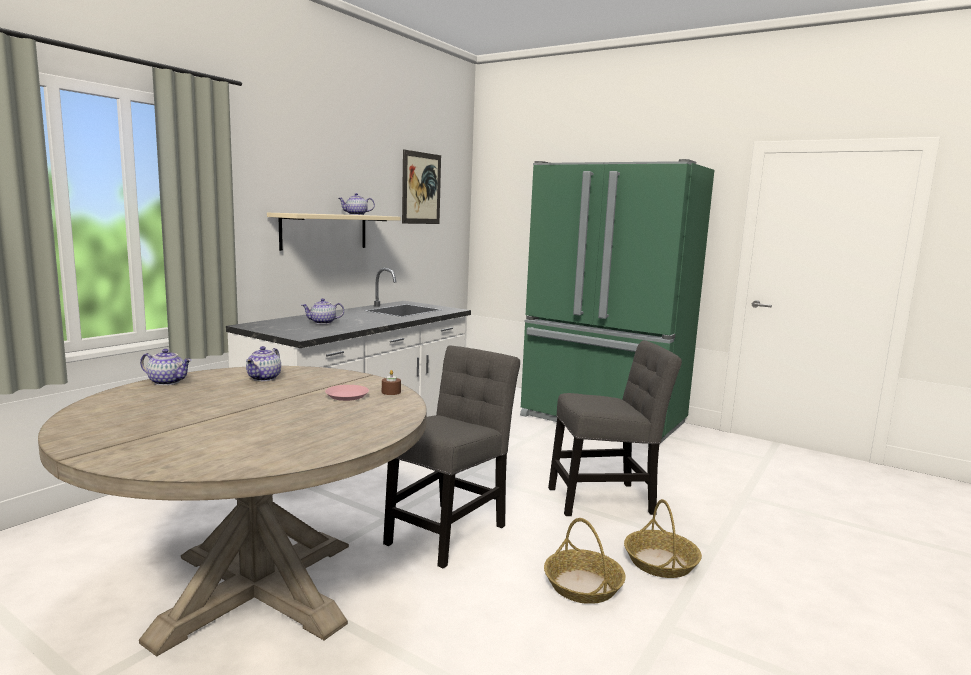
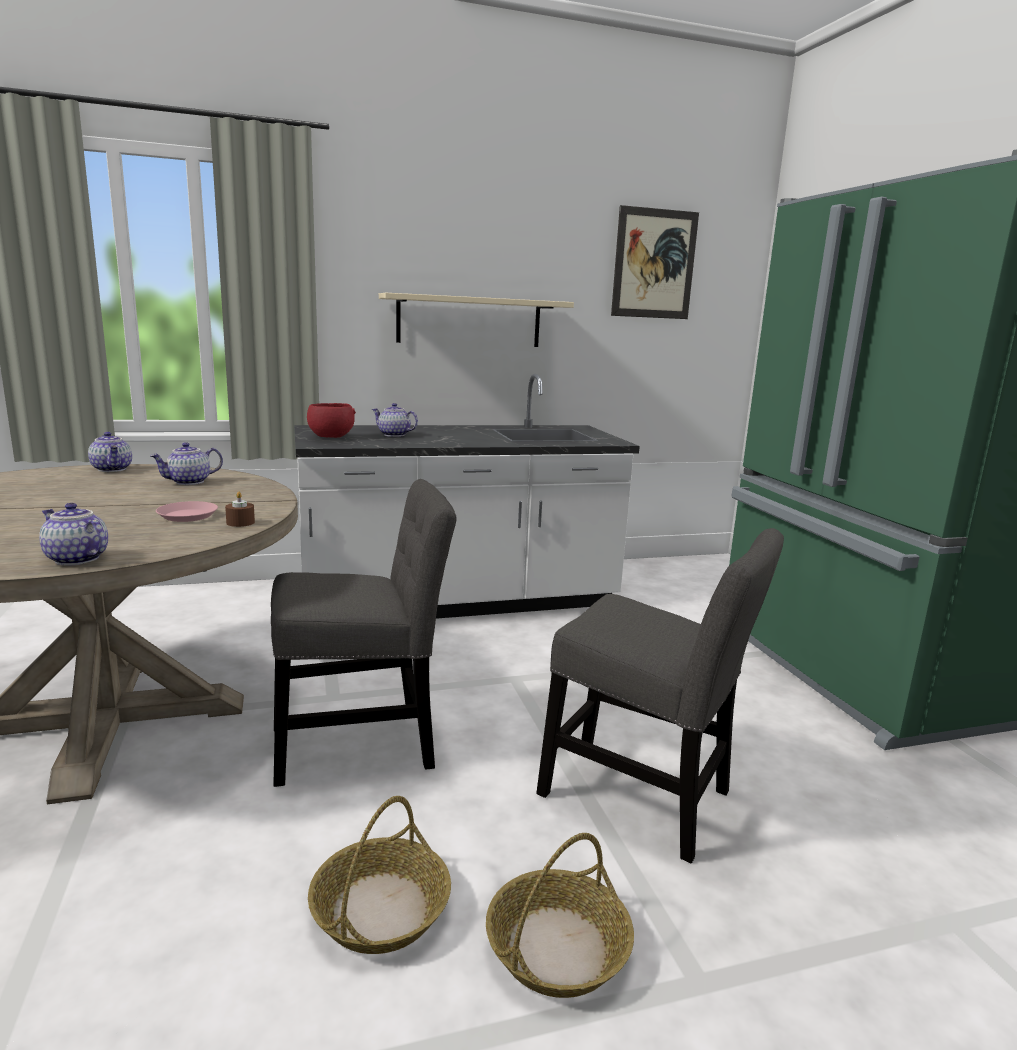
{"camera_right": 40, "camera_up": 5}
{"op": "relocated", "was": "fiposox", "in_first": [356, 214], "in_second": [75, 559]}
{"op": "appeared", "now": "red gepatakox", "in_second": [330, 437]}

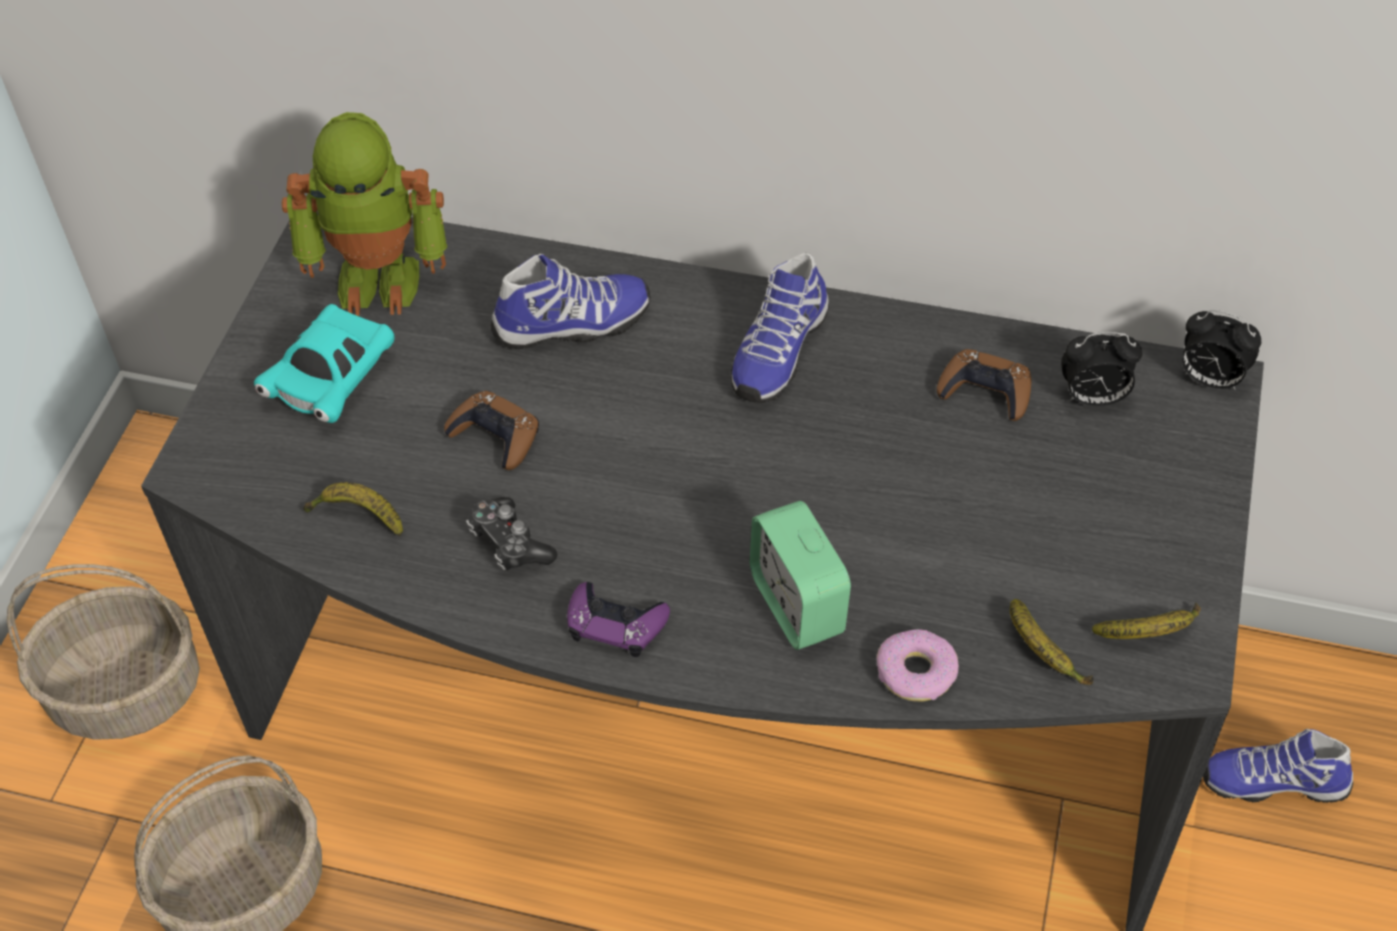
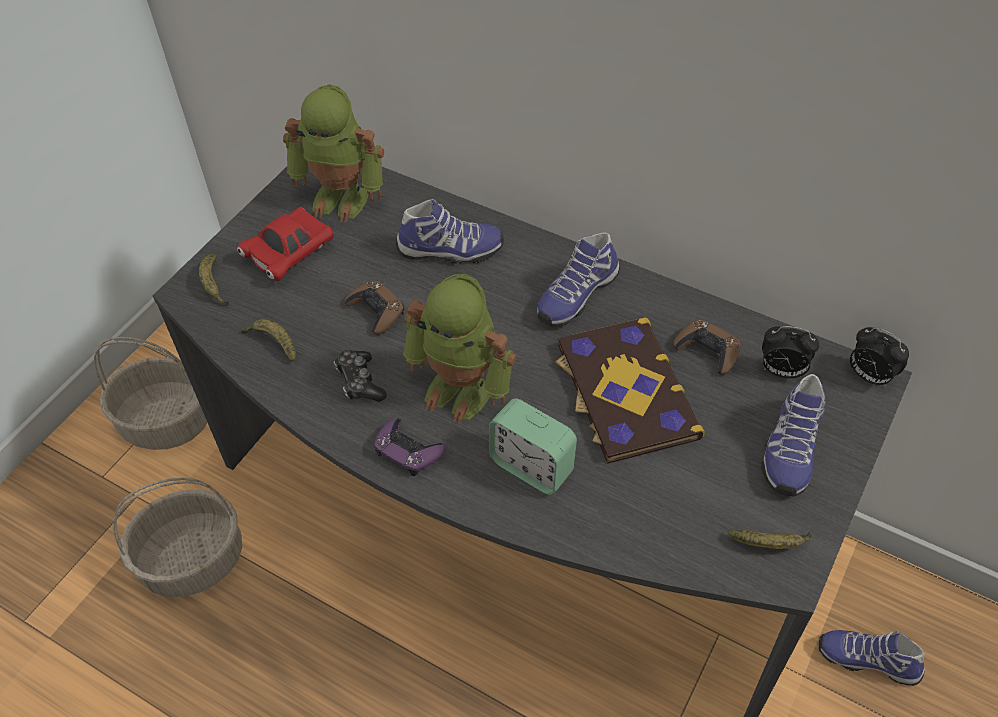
{"camera_right": 15, "camera_up": 0}
{"op": "colour", "was": "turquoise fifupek", "now": "red fifupek", "in_first": [332, 379], "in_second": [289, 254]}
{"op": "spun", "was": "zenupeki", "in_first": [798, 605], "in_second": [532, 466], "clockwise": -45}
{"op": "missing", "was": "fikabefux", "in_first": [916, 673]}
{"op": "relocated", "was": "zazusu", "in_first": [1042, 652], "in_second": [214, 285]}
{"op": "appeared", "now": "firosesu", "in_second": [462, 388]}
{"op": "appeared", "now": "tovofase", "in_second": [624, 392]}
{"op": "appeared", "now": "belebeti", "in_second": [789, 448]}

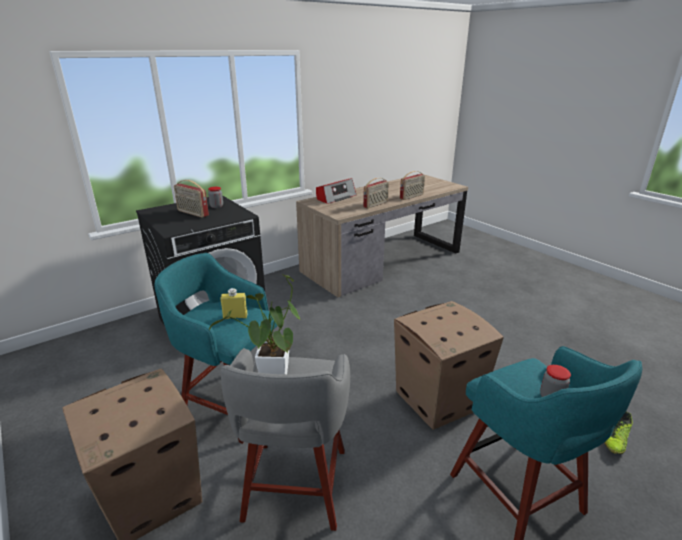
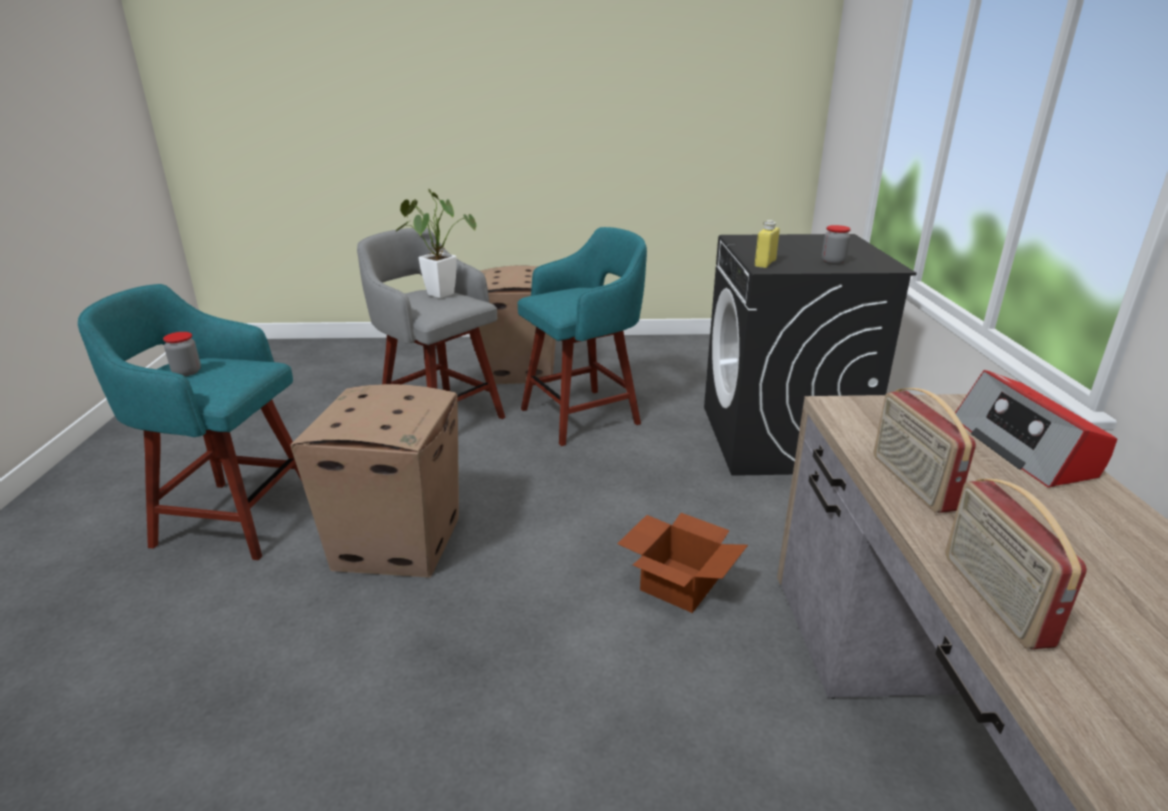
{"camera_right": 125, "camera_up": 0}
{"op": "missing", "was": "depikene", "in_first": [192, 213]}
{"op": "relocated", "was": "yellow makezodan", "in_first": [235, 316], "in_second": [765, 263]}
{"op": "missing", "was": "belebeti", "in_first": [616, 439]}
{"op": "appeared", "now": "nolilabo", "in_second": [678, 583]}

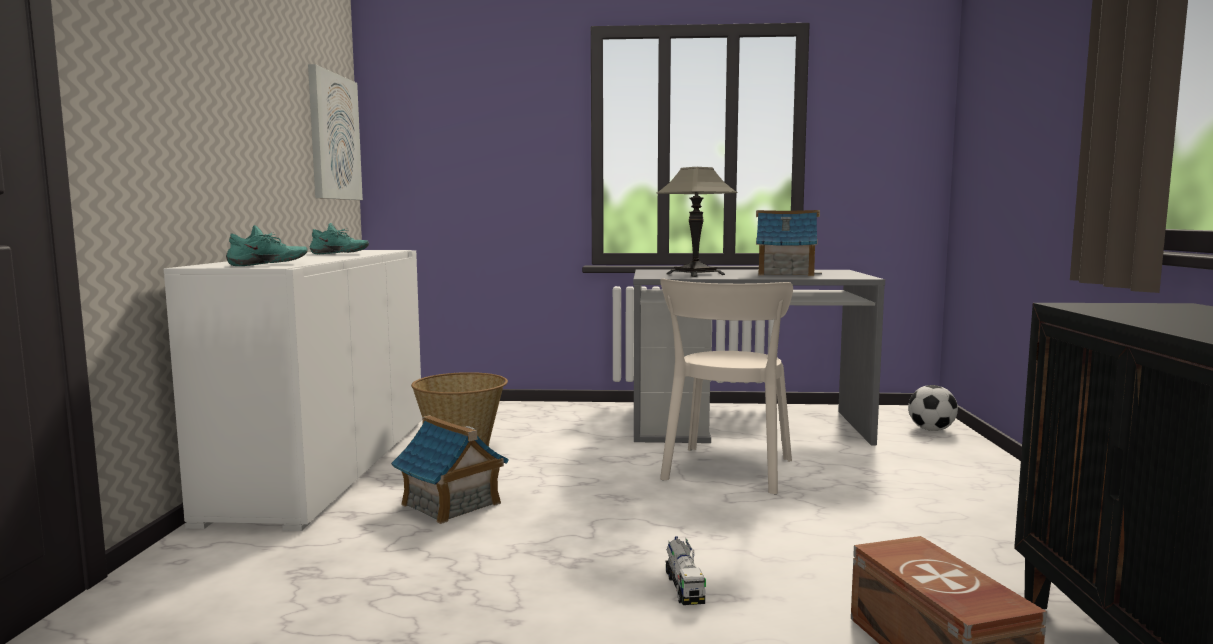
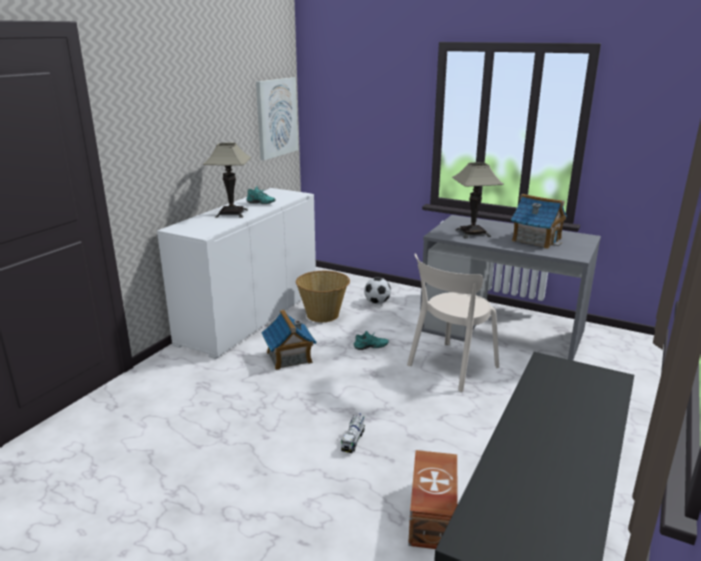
{"camera_right": 25, "camera_up": 15}
{"op": "relocated", "was": "turquoise belebeti", "in_first": [268, 265], "in_second": [371, 348]}
{"op": "relocated", "was": "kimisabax", "in_first": [931, 430], "in_second": [377, 302]}
{"op": "appeared", "now": "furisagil", "in_second": [231, 213]}

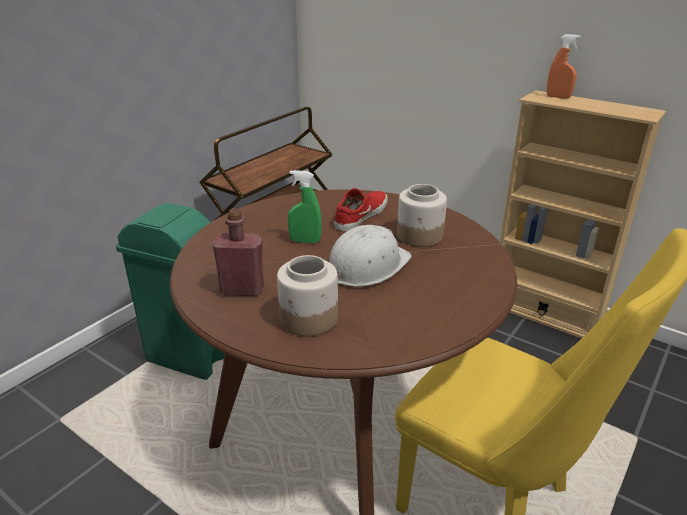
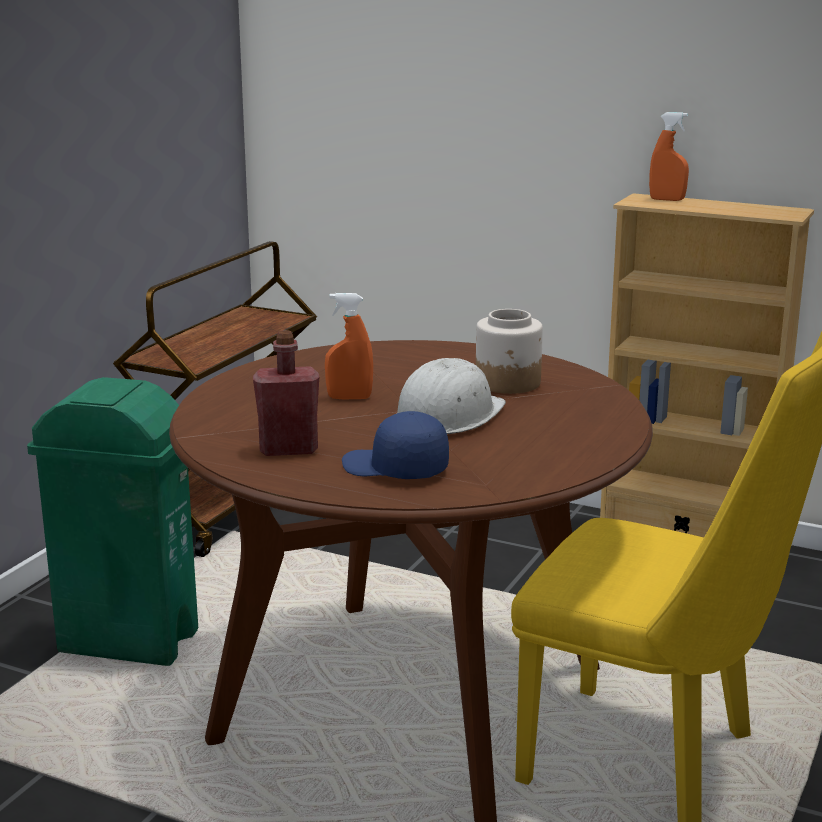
{"camera_right": -10, "camera_up": -10}
{"op": "exchanged", "was": "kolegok", "now": "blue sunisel", "in_first": [309, 319], "in_second": [394, 469]}
{"op": "colour", "was": "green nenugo", "now": "orange nenugo", "in_first": [305, 241], "in_second": [349, 398]}
{"op": "missing", "was": "red belebeti", "in_first": [360, 215]}

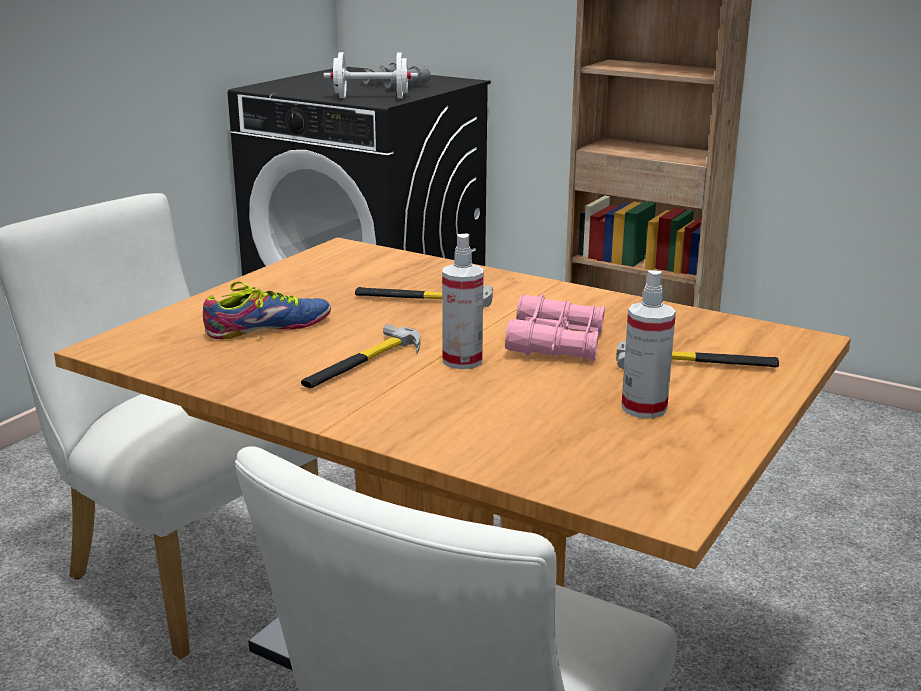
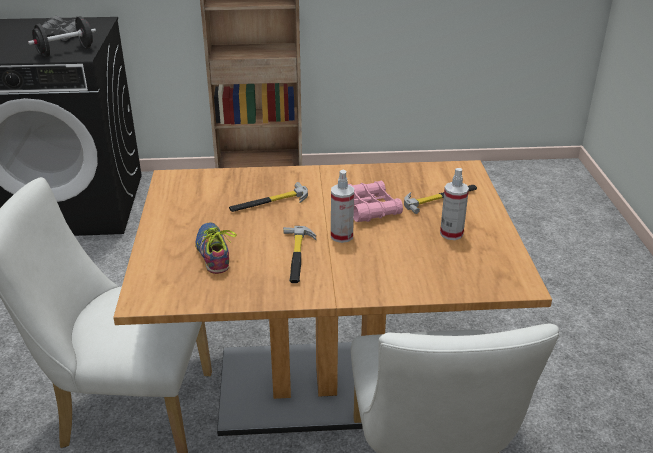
{"camera_right": -35, "camera_up": 10}
{"op": "spun", "was": "belebeti", "in_first": [270, 328], "in_second": [216, 252], "clockwise": -45}
{"op": "colour", "was": "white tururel", "now": "black tururel", "in_first": [371, 98], "in_second": [65, 52]}

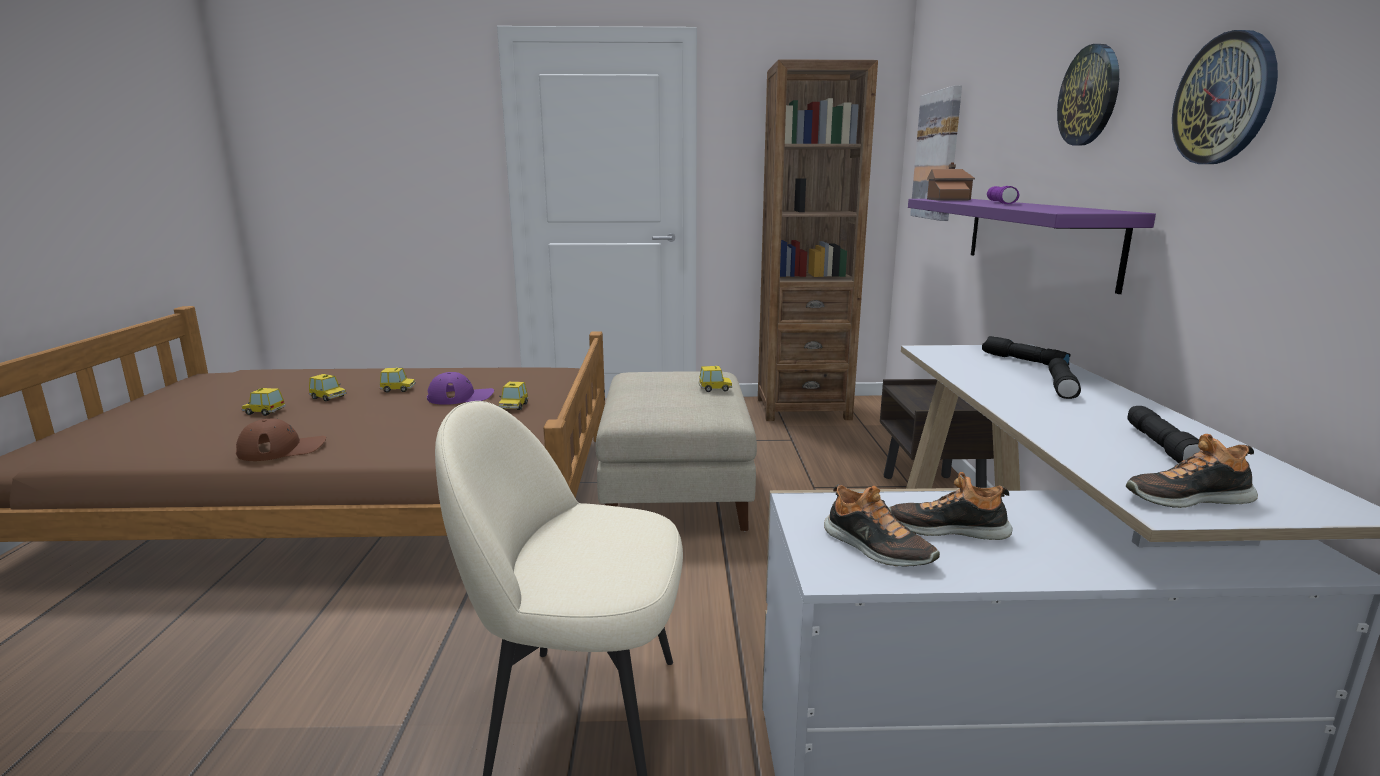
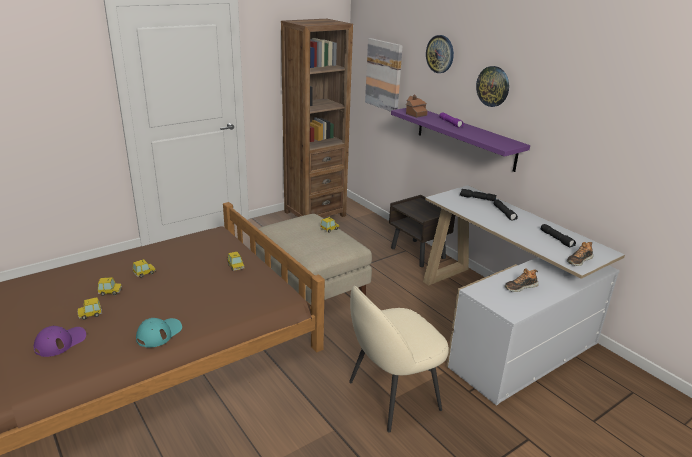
{"camera_right": -35, "camera_up": 10}
{"op": "colour", "was": "brown sunisel", "now": "turquoise sunisel", "in_first": [282, 449], "in_second": [159, 333]}
{"op": "relocated", "was": "purple sunisel", "in_first": [461, 397], "in_second": [60, 342]}
{"op": "missing", "was": "belebeti", "in_first": [876, 548]}
{"op": "relocated", "was": "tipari", "in_first": [1224, 99], "in_second": [440, 54]}

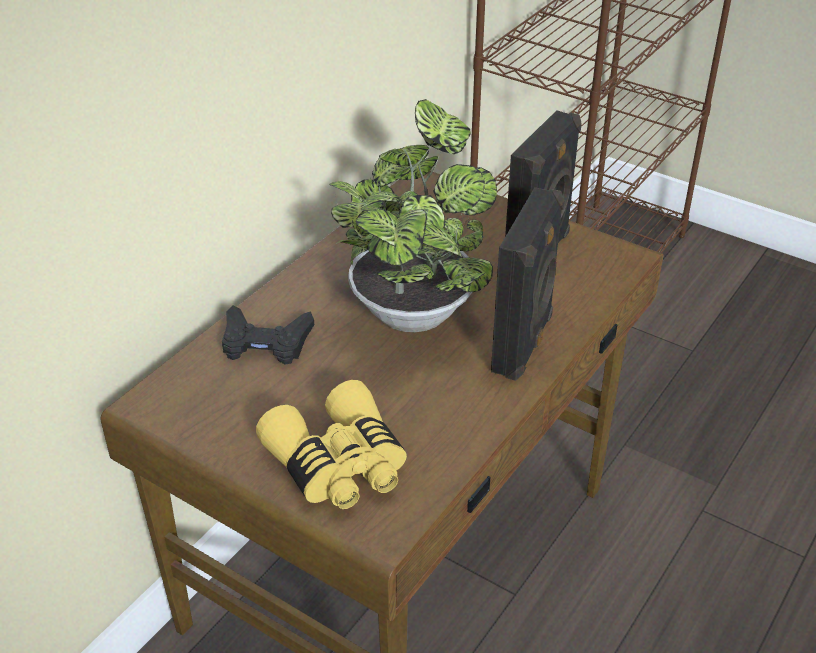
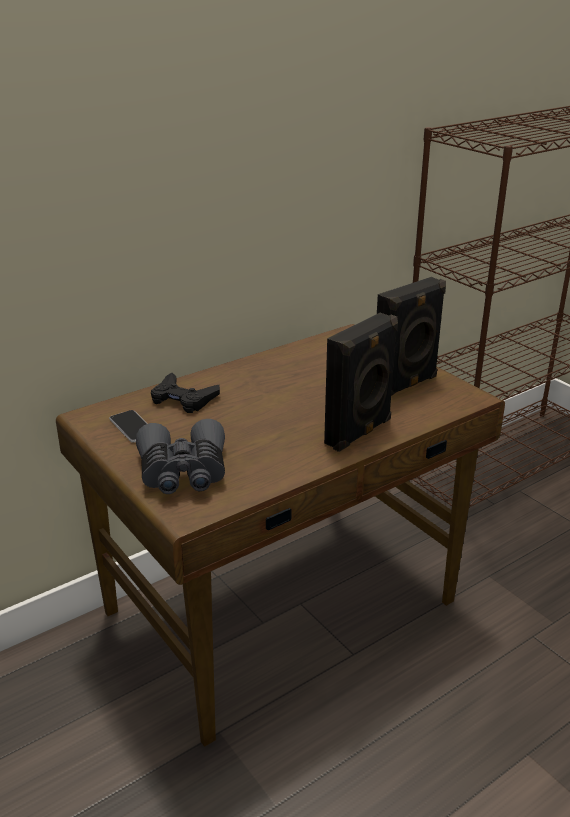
{"camera_right": 20, "camera_up": -10}
{"op": "colour", "was": "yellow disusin", "now": "grey disusin", "in_first": [339, 465], "in_second": [183, 473]}
{"op": "missing", "was": "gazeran", "in_first": [414, 306]}
{"op": "appeared", "now": "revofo", "in_second": [132, 427]}

